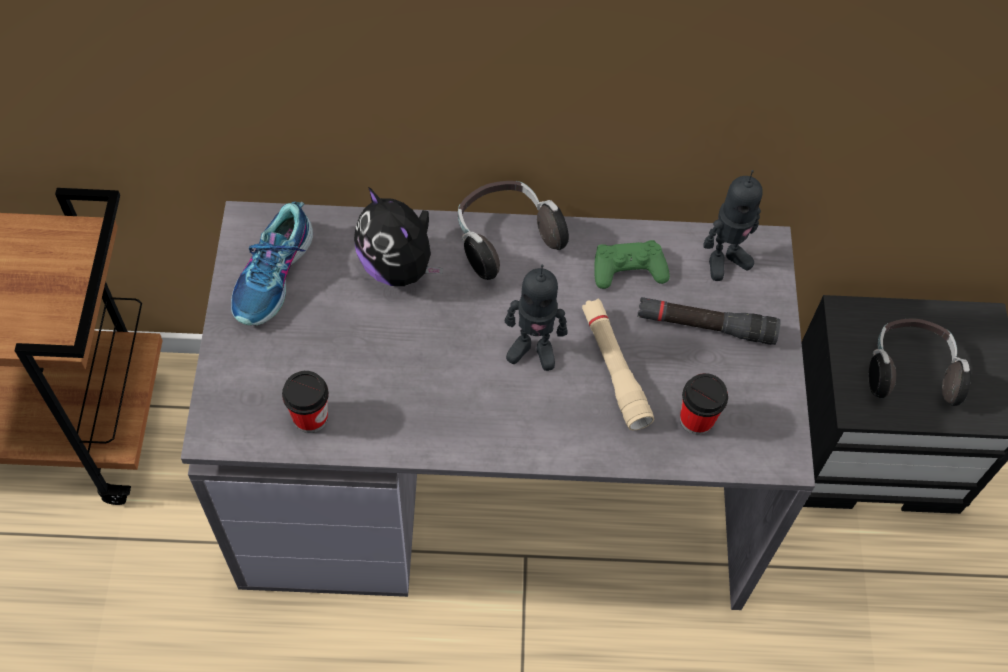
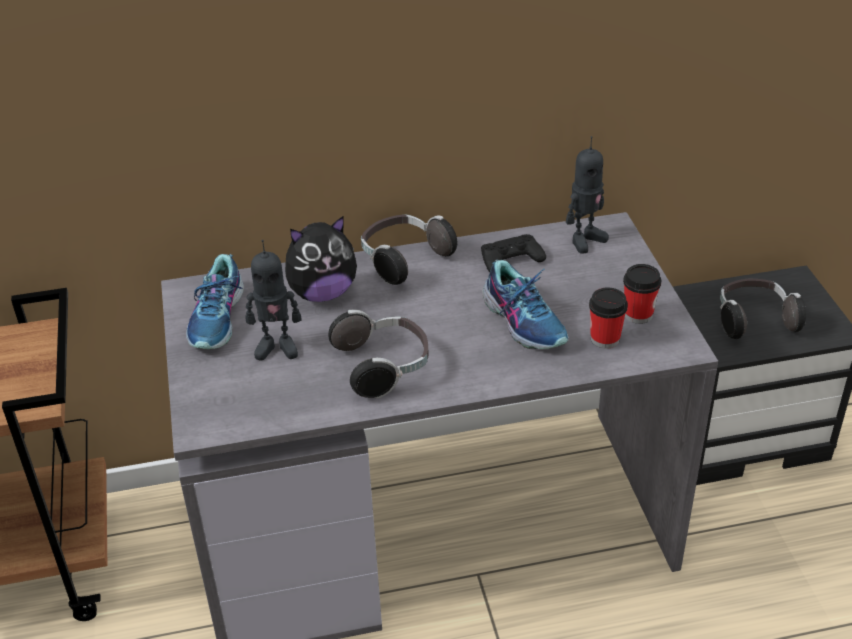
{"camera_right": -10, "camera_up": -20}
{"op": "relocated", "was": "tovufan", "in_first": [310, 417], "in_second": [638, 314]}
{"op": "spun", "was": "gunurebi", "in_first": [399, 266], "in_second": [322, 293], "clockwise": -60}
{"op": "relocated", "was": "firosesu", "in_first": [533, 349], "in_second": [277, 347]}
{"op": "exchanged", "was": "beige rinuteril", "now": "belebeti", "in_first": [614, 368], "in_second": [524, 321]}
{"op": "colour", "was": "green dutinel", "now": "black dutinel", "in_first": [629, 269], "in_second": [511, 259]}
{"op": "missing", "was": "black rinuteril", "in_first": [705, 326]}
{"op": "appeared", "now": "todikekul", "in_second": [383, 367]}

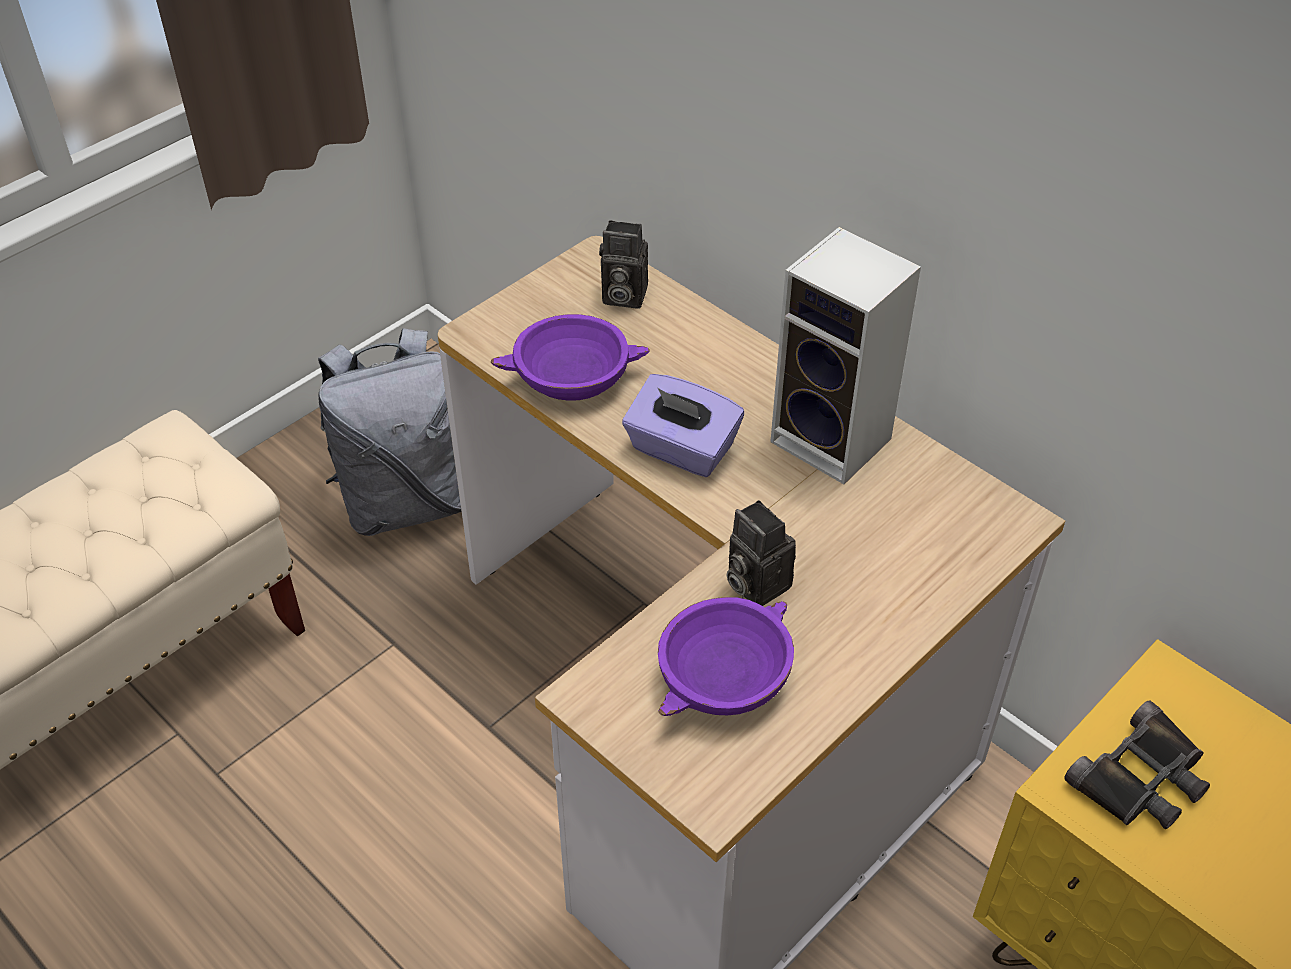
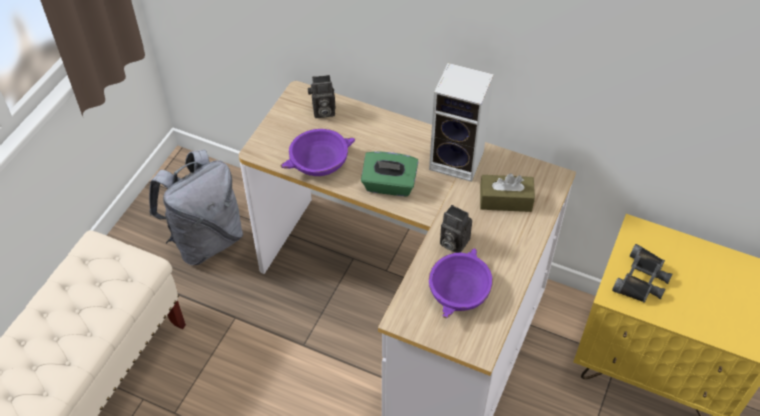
{"camera_right": -20, "camera_up": 5}
{"op": "colour", "was": "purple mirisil", "now": "green mirisil", "in_first": [681, 450], "in_second": [389, 185]}
{"op": "appeared", "now": "brown mirisil", "in_second": [505, 200]}

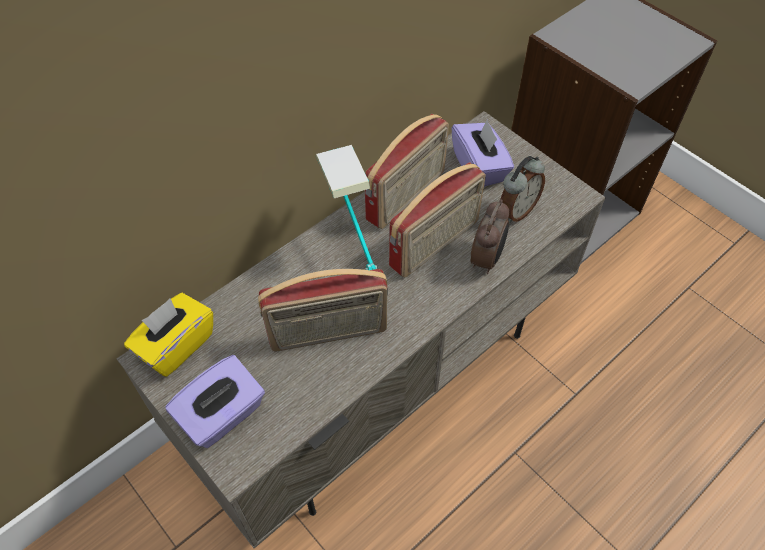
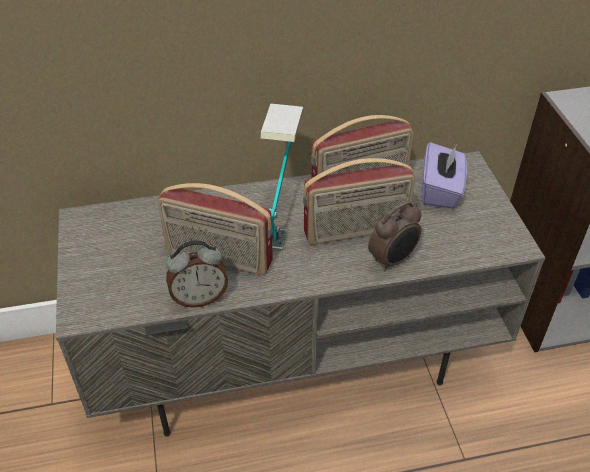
{"camera_right": 30, "camera_up": -10}
{"op": "missing", "was": "yellow mirisil", "in_first": [176, 345]}
{"op": "missing", "was": "purple mirisil", "in_first": [223, 415]}
{"op": "relocated", "was": "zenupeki", "in_first": [516, 210], "in_second": [199, 298]}

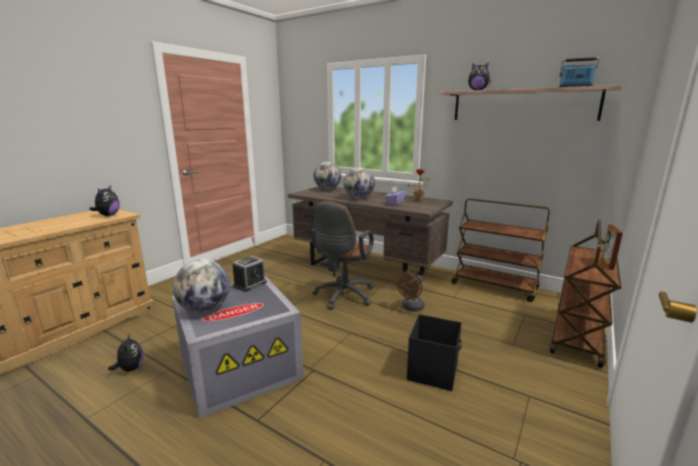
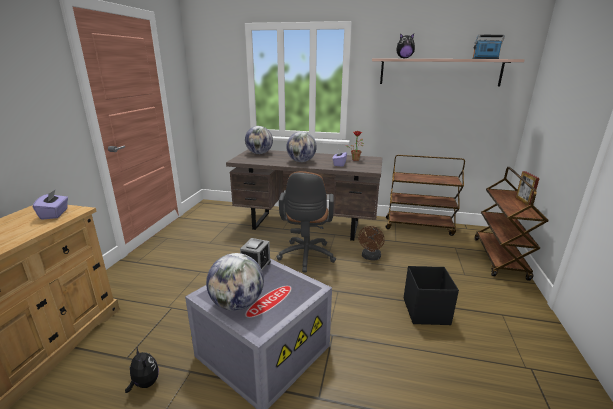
{"camera_right": -20, "camera_up": 5}
{"op": "exchanged", "was": "gunurebi", "now": "purple mirisil", "in_first": [108, 215], "in_second": [55, 214]}

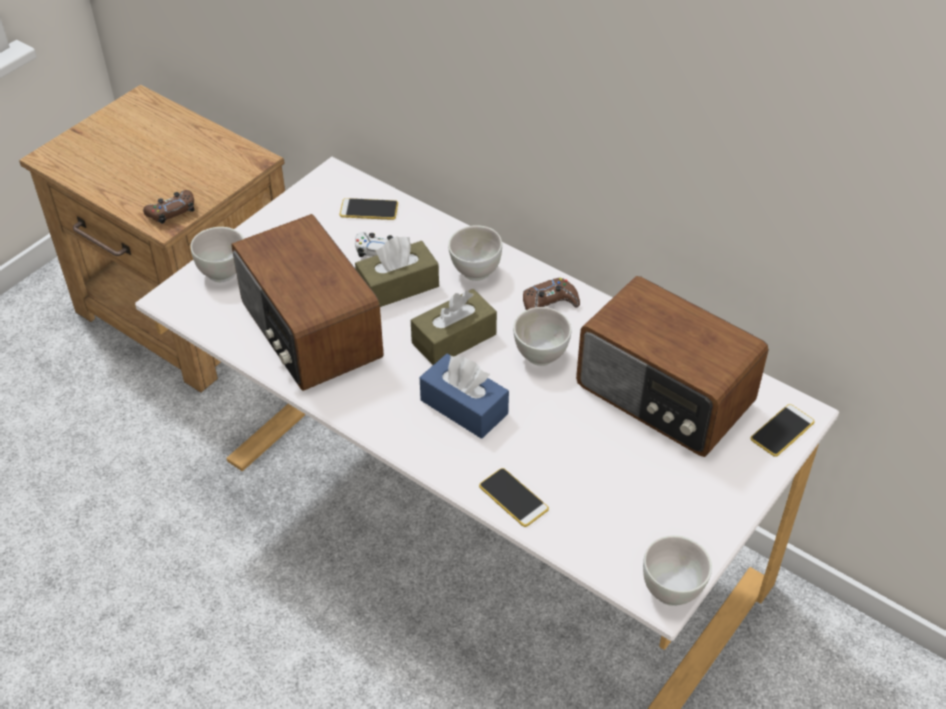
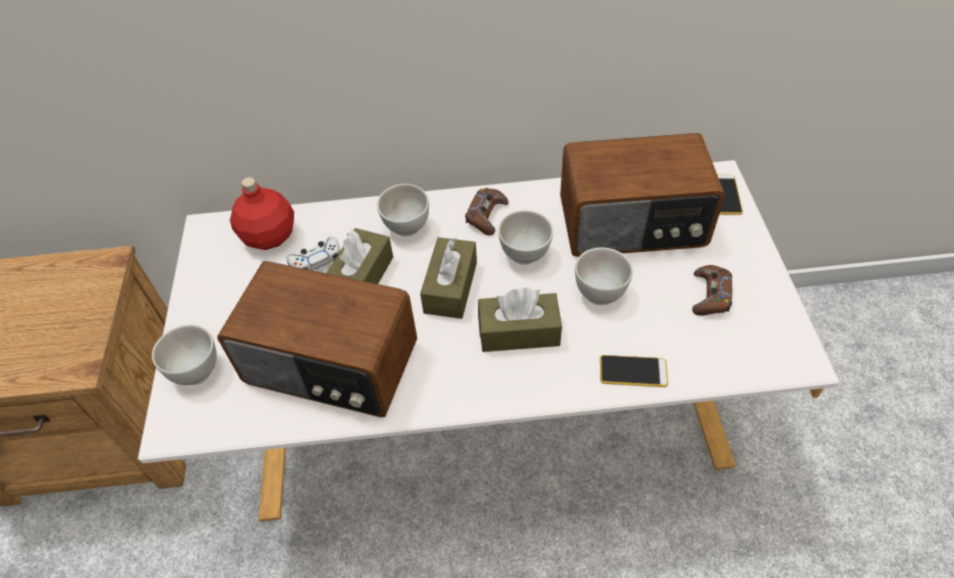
{"camera_right": -40, "camera_up": 5}
{"op": "relocated", "was": "brown dutinel", "in_first": [171, 211], "in_second": [710, 295]}
{"op": "exchanged", "was": "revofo", "now": "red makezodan", "in_first": [369, 210], "in_second": [268, 236]}
{"op": "colour", "was": "blue mirisil", "now": "brown mirisil", "in_first": [464, 407], "in_second": [519, 332]}
{"op": "relocated", "was": "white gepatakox", "in_first": [672, 590], "in_second": [600, 293]}

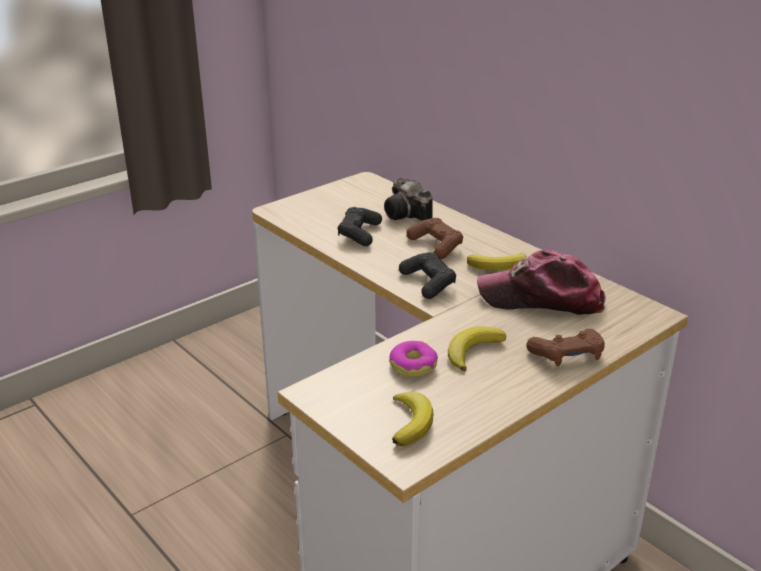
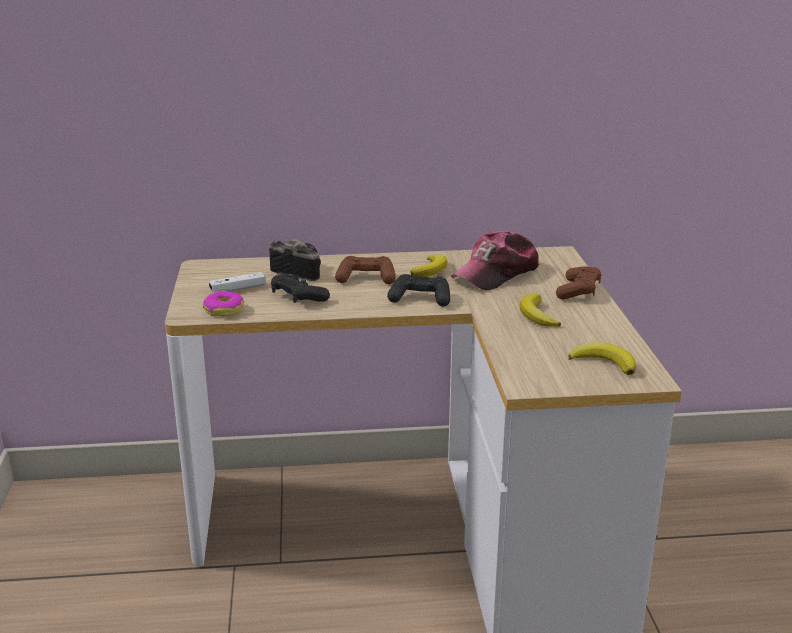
{"camera_right": -55, "camera_up": -5}
{"op": "spun", "was": "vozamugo", "in_first": [408, 215], "in_second": [297, 271], "clockwise": -150}
{"op": "relocated", "was": "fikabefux", "in_first": [413, 365], "in_second": [224, 310]}
{"op": "appeared", "now": "white dutinel", "in_second": [238, 289]}

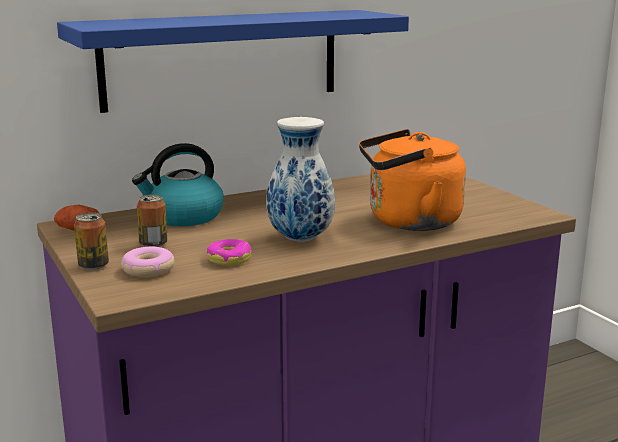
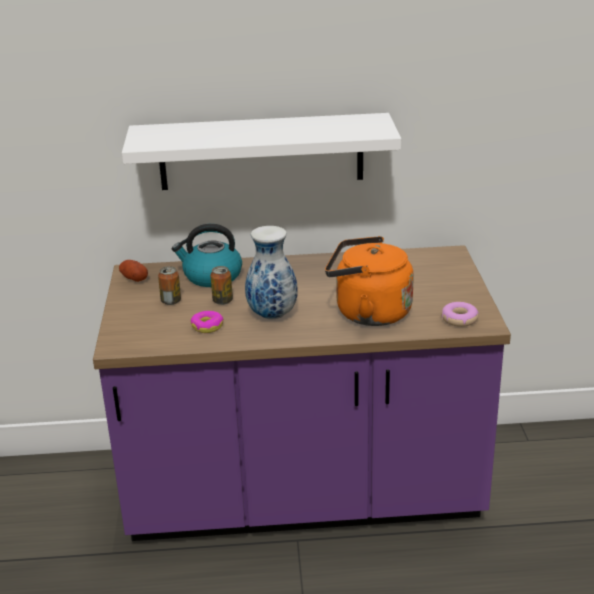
{"camera_right": 25, "camera_up": 10}
{"op": "colour", "was": "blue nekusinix", "now": "white nekusinix", "in_first": [222, 58], "in_second": [261, 152]}
{"op": "relocated", "was": "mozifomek", "in_first": [93, 265], "in_second": [222, 301]}
{"op": "relocated", "was": "fikabefux", "in_first": [148, 270], "in_second": [459, 319]}

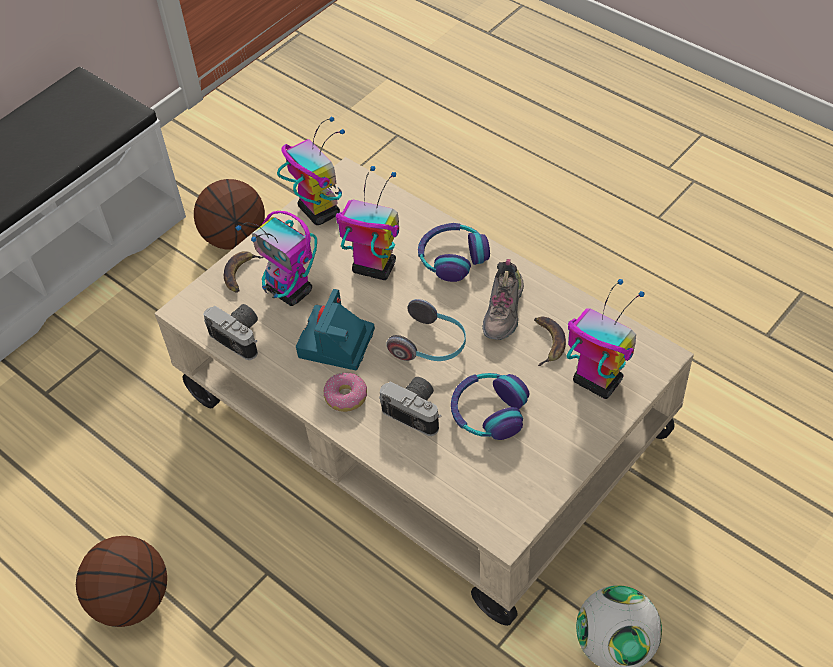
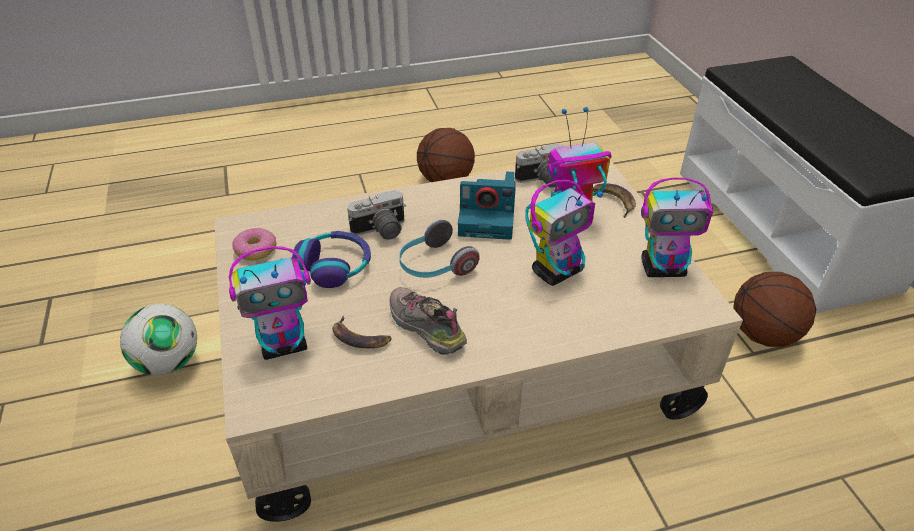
{"camera_right": 120, "camera_up": -10}
{"op": "spun", "was": "vozamugo", "in_first": [336, 344], "in_second": [488, 219], "clockwise": 135}
{"op": "relocated", "was": "fikabefux", "in_first": [346, 397], "in_second": [255, 250]}
{"op": "missing", "was": "todikekul", "in_first": [452, 258]}

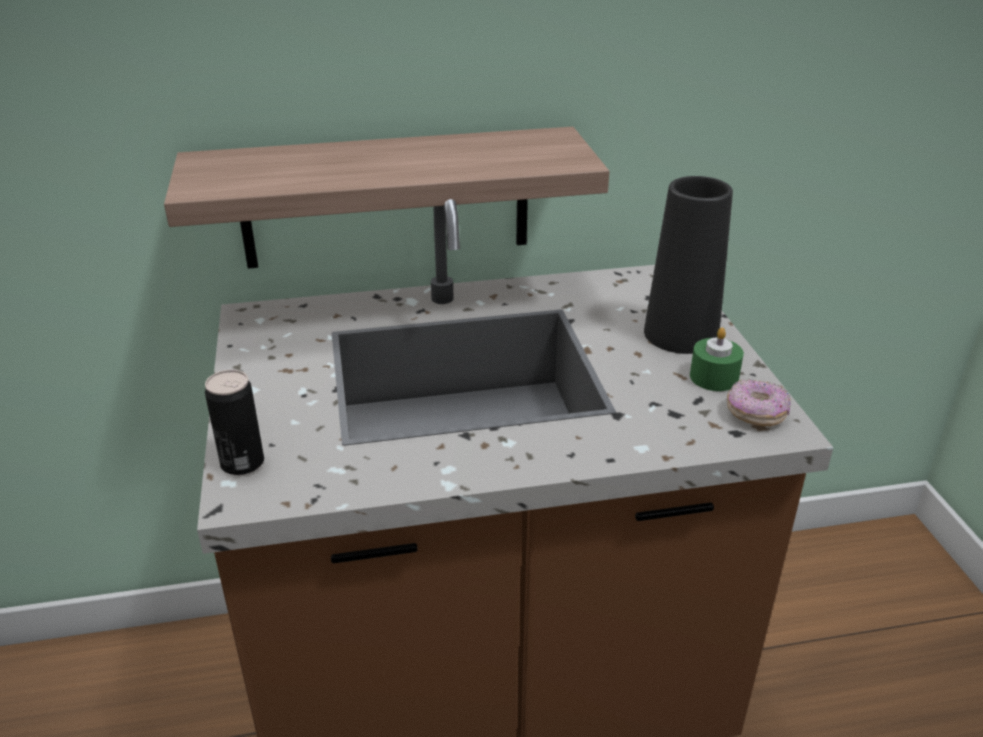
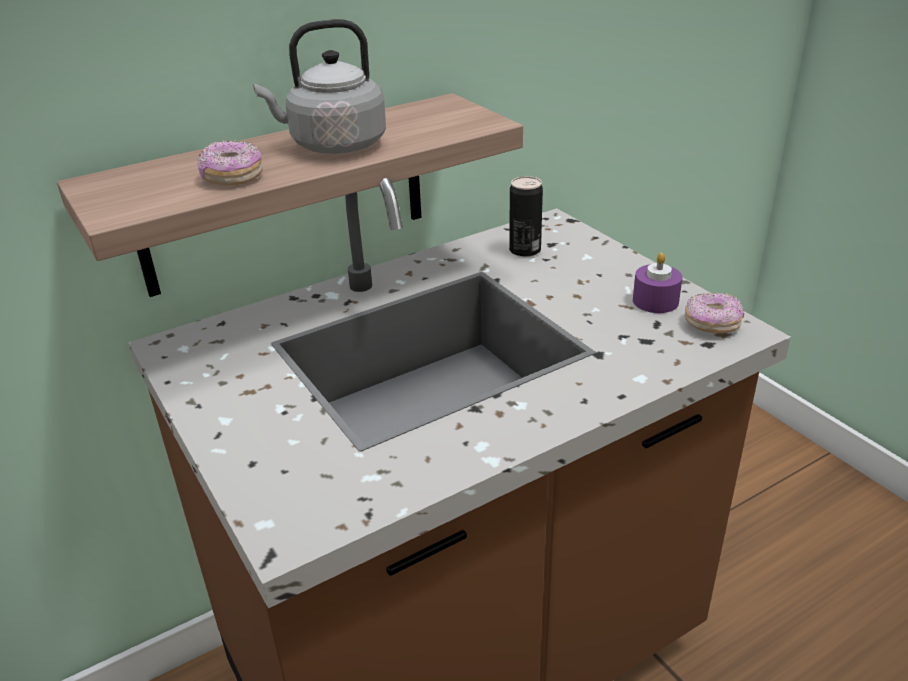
{"camera_right": -20, "camera_up": 0}
{"op": "relocated", "was": "mozifomek", "in_first": [242, 463], "in_second": [525, 250]}
{"op": "missing", "was": "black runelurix", "in_first": [681, 334]}
{"op": "colour", "was": "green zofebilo", "now": "purple zofebilo", "in_first": [714, 377], "in_second": [655, 301]}
{"op": "appeared", "now": "fikabefux", "in_second": [232, 177]}
{"op": "appeared", "now": "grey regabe", "in_second": [333, 146]}

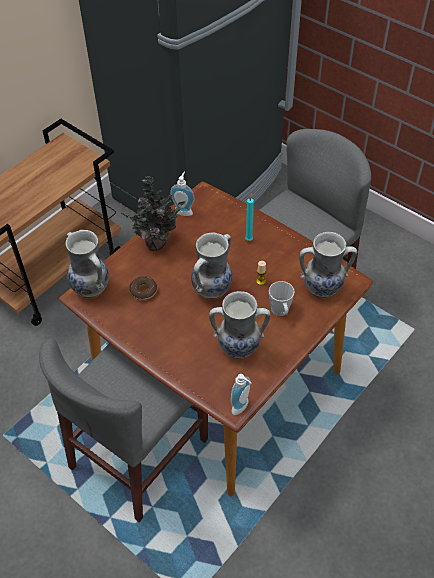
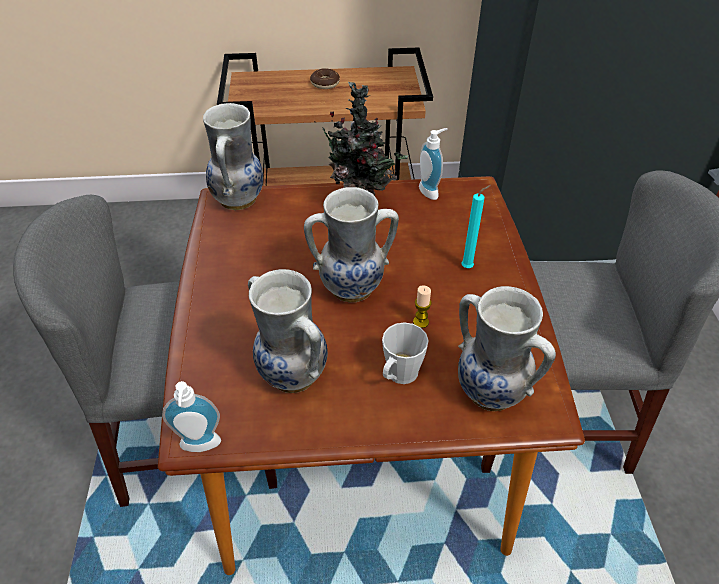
{"camera_right": 45, "camera_up": -5}
{"op": "relocated", "was": "fikabefux", "in_first": [143, 291], "in_second": [325, 83]}

